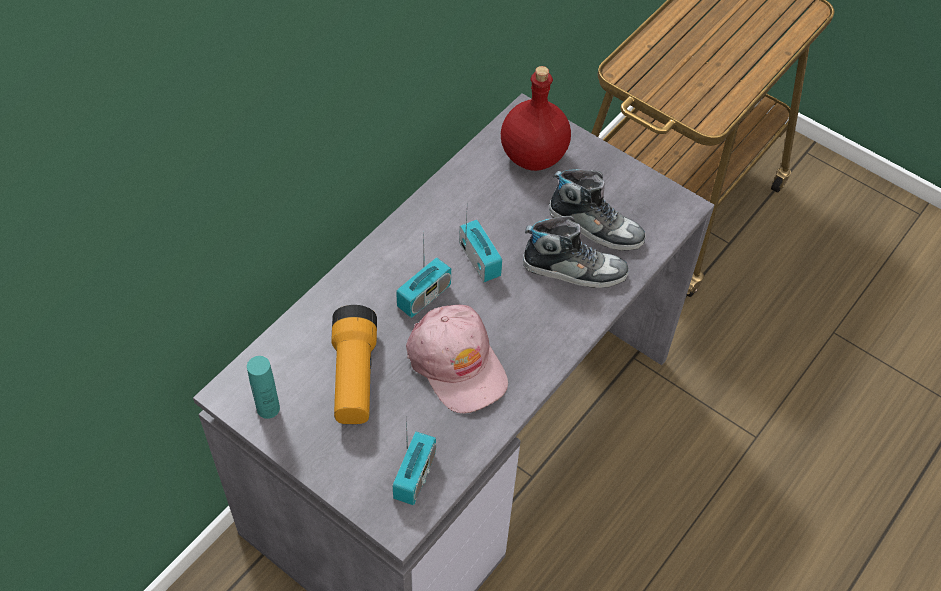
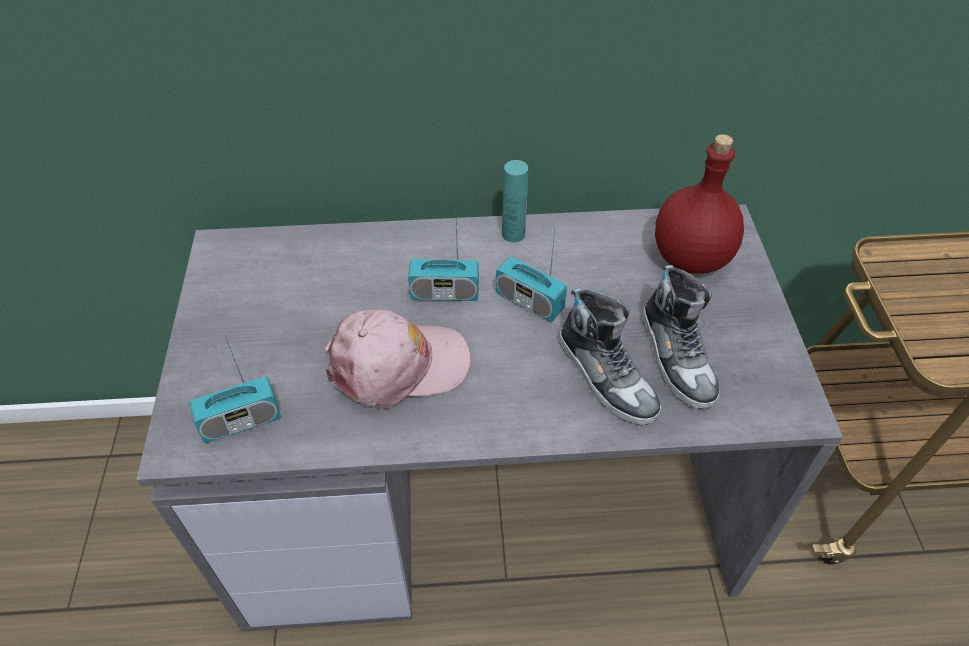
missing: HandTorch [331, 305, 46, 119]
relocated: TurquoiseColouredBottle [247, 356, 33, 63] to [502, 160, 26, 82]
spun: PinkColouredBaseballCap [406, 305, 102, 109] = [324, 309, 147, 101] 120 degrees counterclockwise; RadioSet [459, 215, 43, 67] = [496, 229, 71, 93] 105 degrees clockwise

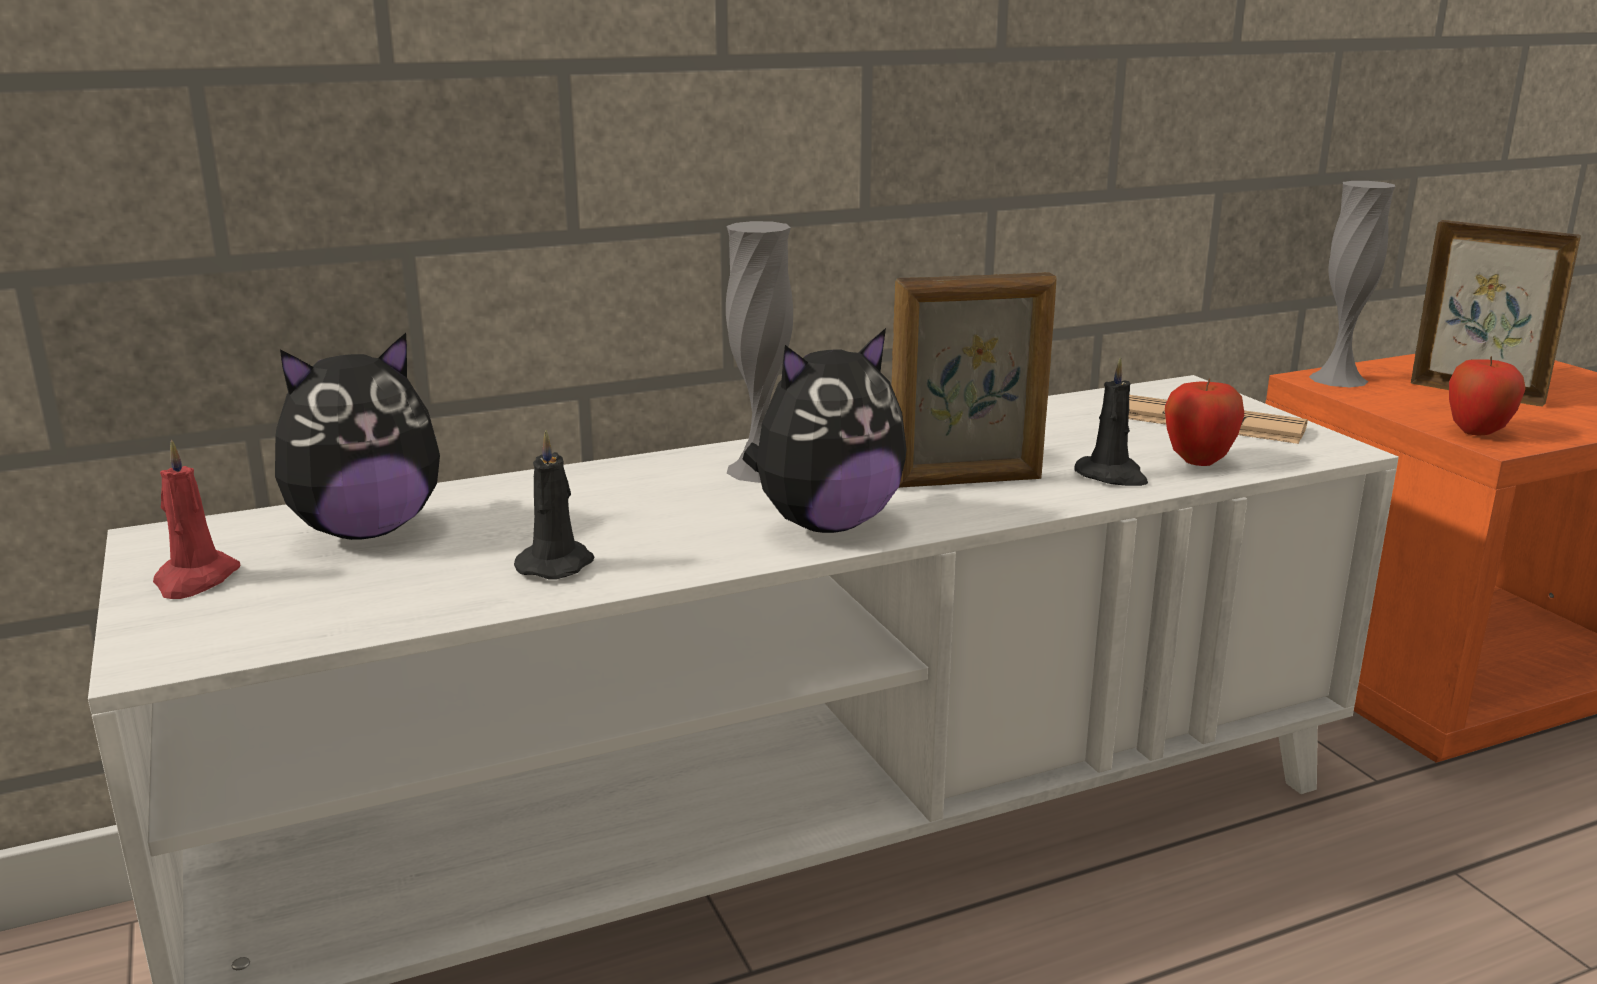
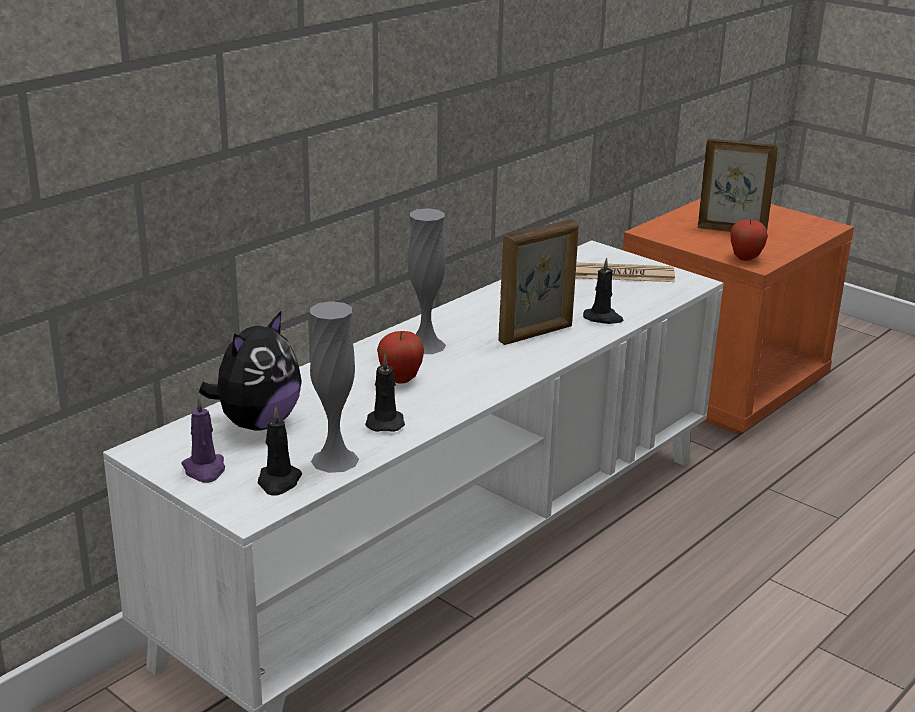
missing: CuddlyToy [742, 328, 165, 205]
appeared: BlackishWaxCandle [258, 407, 44, 88]
relocated: GrayVase [1309, 181, 86, 206] to [310, 301, 49, 172]; AppleFruit [1165, 378, 79, 88] to [377, 331, 47, 53]
colour: RedColouredWaxCandle [153, 440, 87, 159] to PurplishWaxCandle [181, 396, 44, 87]

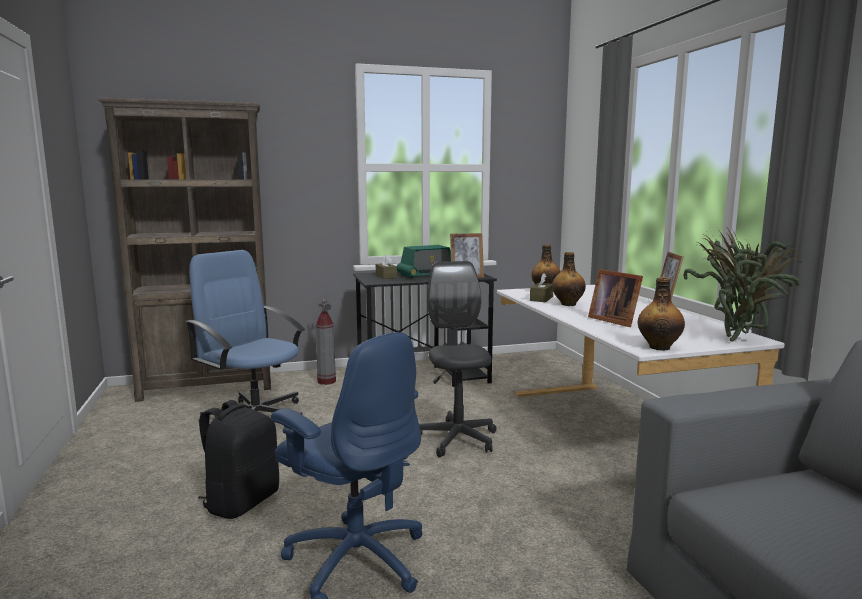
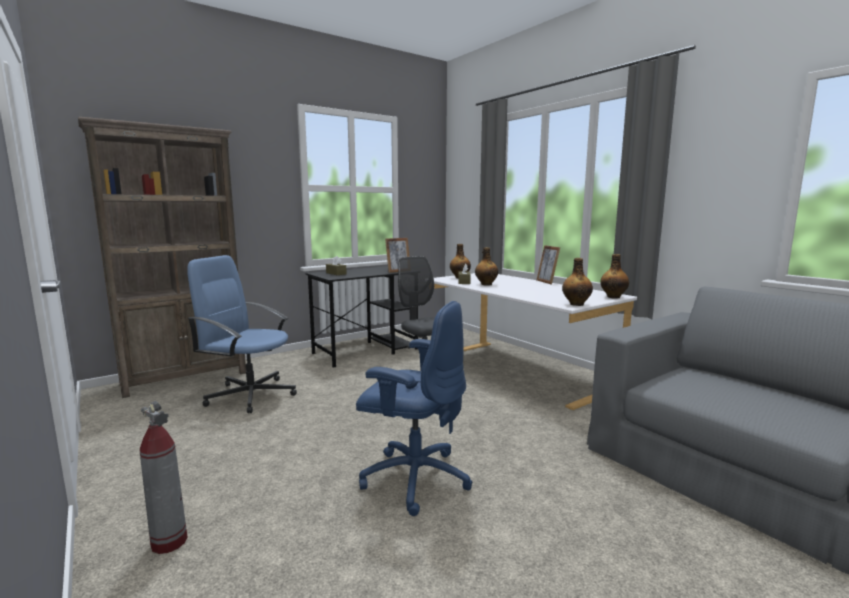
missing: BlackishRucksack [198, 400, 81, 119]; RadioSet [397, 245, 54, 34]; PictureFrame [588, 269, 55, 58]
relocated: FireExtinguisher [316, 299, 20, 86] to [139, 401, 49, 153]
exchanged: PottedPlant [683, 226, 119, 116] to Bottle [600, 254, 29, 44]

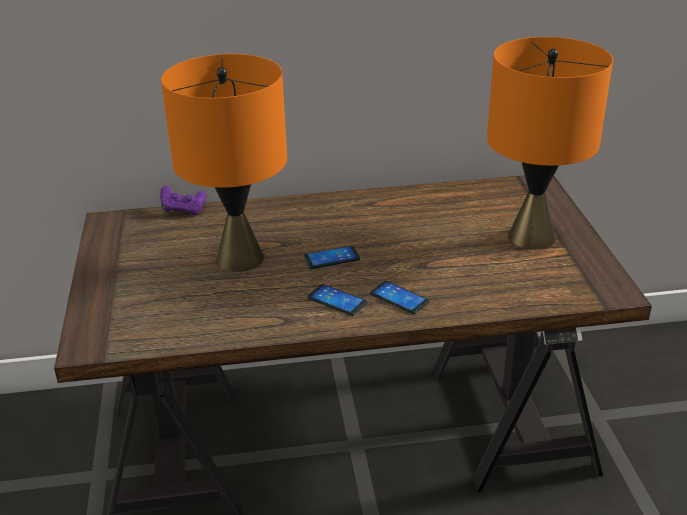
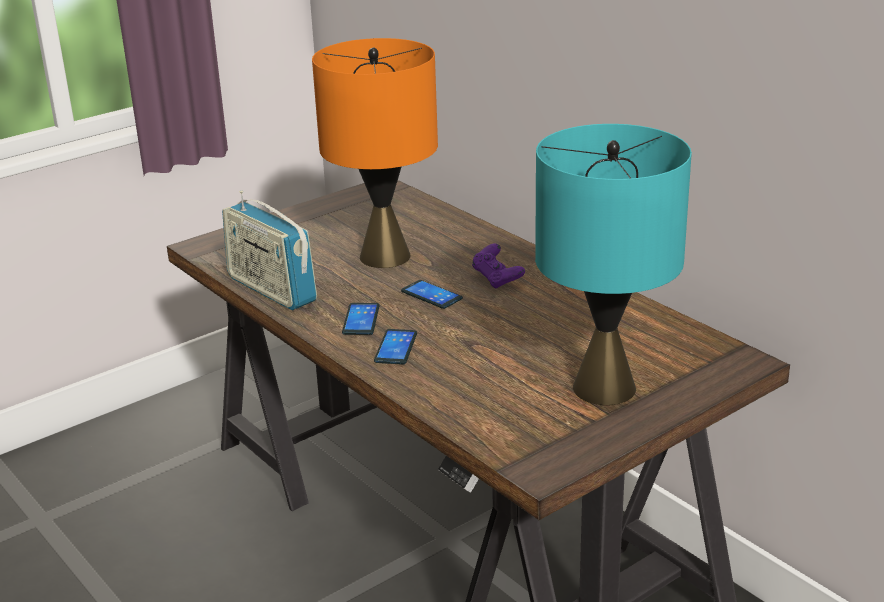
appeared: RadioSet [222, 190, 95, 120]
relocated: PurplishGameController [160, 186, 46, 29] to [472, 243, 53, 45]
colour: OrangeColouredLampForATable [487, 37, 126, 213] to TurquoiseColouredLampForATable [535, 124, 157, 281]

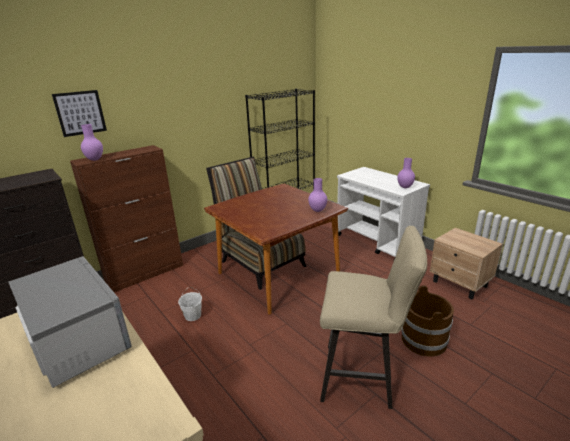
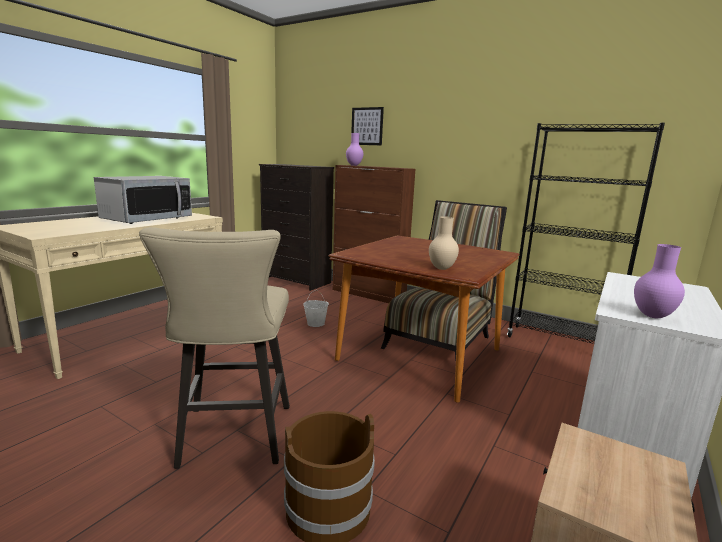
colour: PurplishVase [308, 178, 19, 34] to BeigeColouredVase [429, 216, 30, 54]

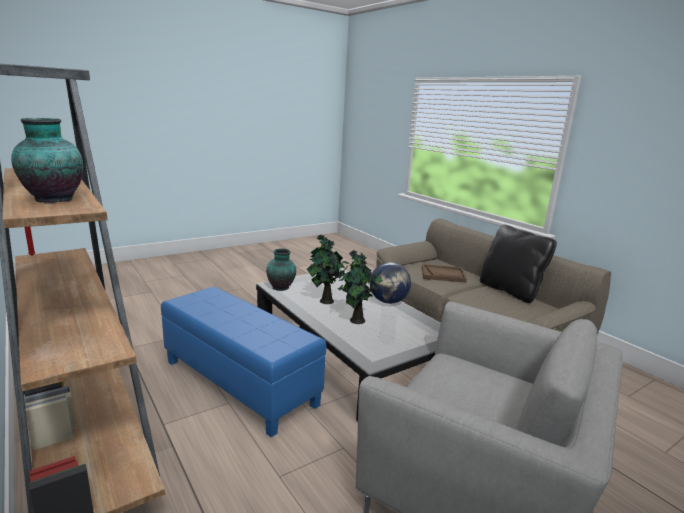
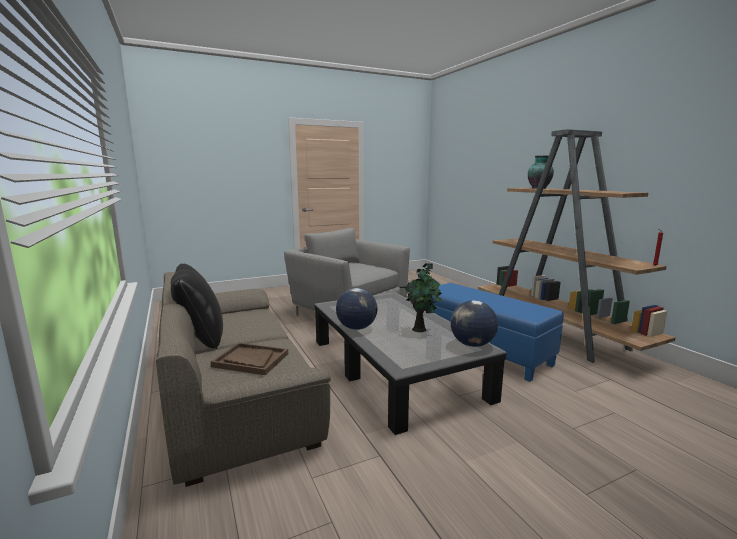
missing: PottedPlant [337, 250, 46, 74]
exchanged: Vase [266, 248, 30, 43] to WorldGlobe [451, 300, 47, 47]

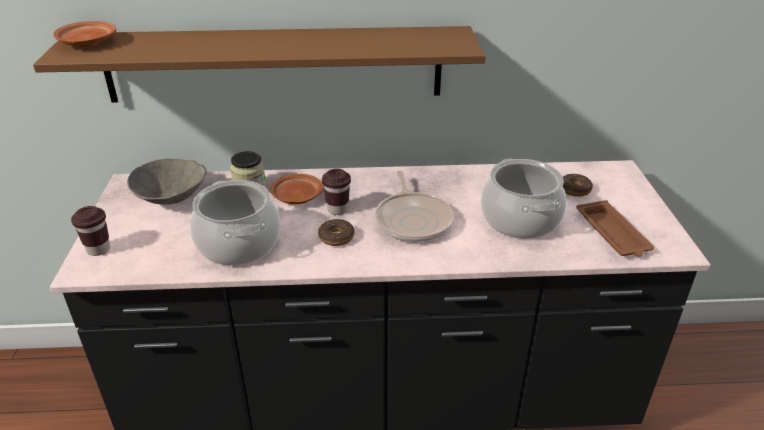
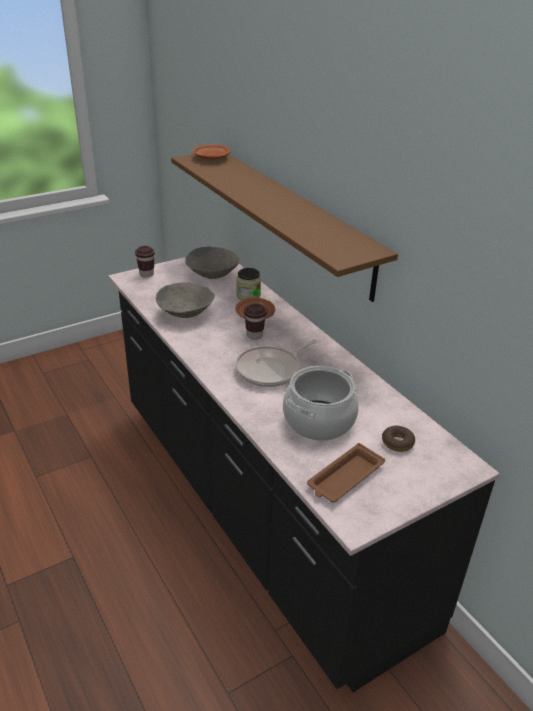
missing: Doughnut [318, 219, 36, 27]
exchanged: Saucepot [190, 180, 90, 85] to GrayBowl [156, 283, 59, 35]

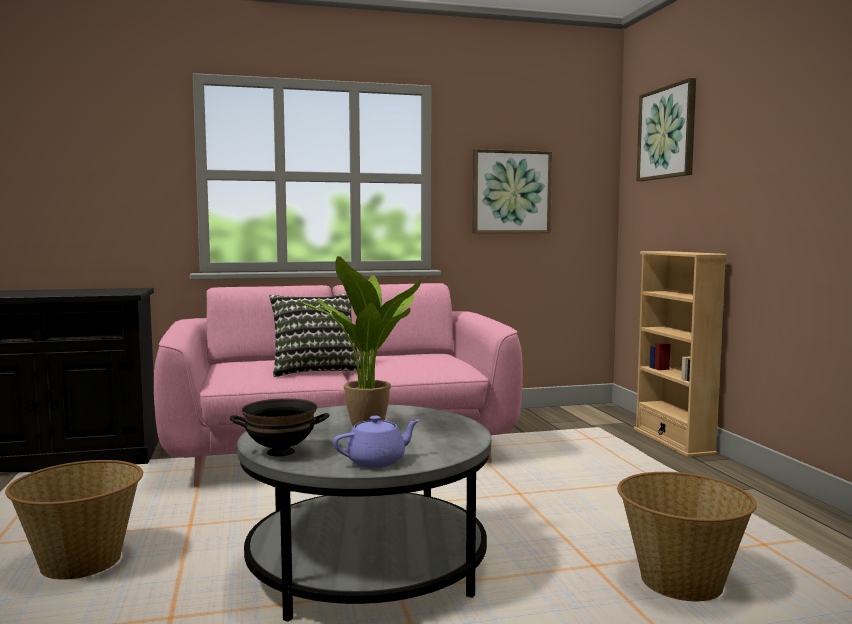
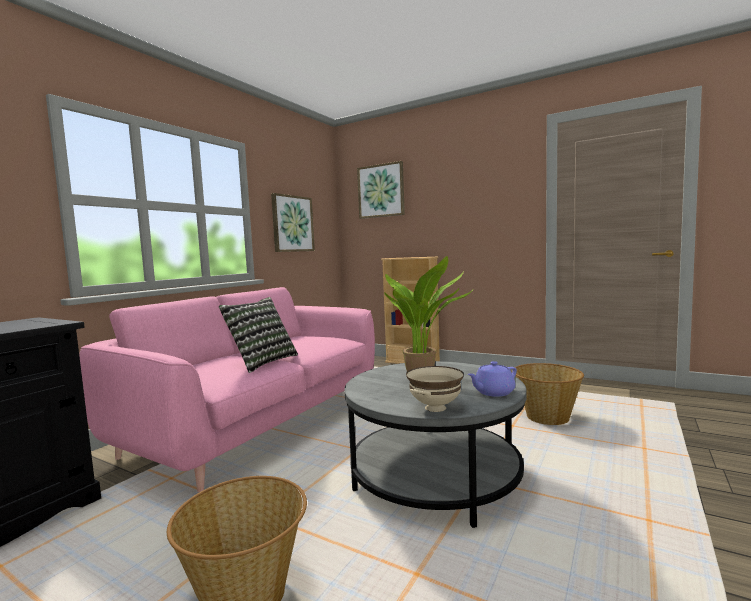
colour: BlackishBowl [230, 398, 100, 59] to BeigeColouredBowl [406, 366, 58, 46]
spun: PurplishPotForTea [333, 416, 87, 52] = [468, 361, 49, 36] 135 degrees counterclockwise

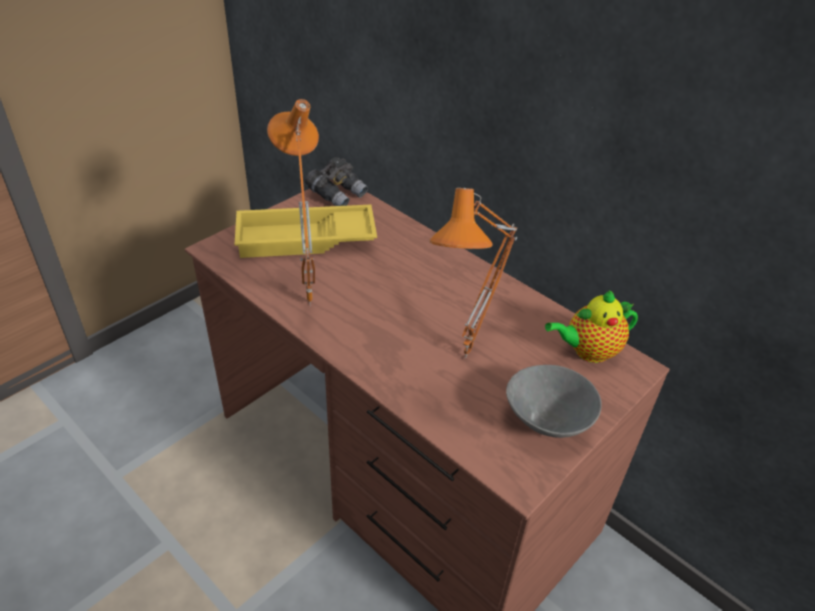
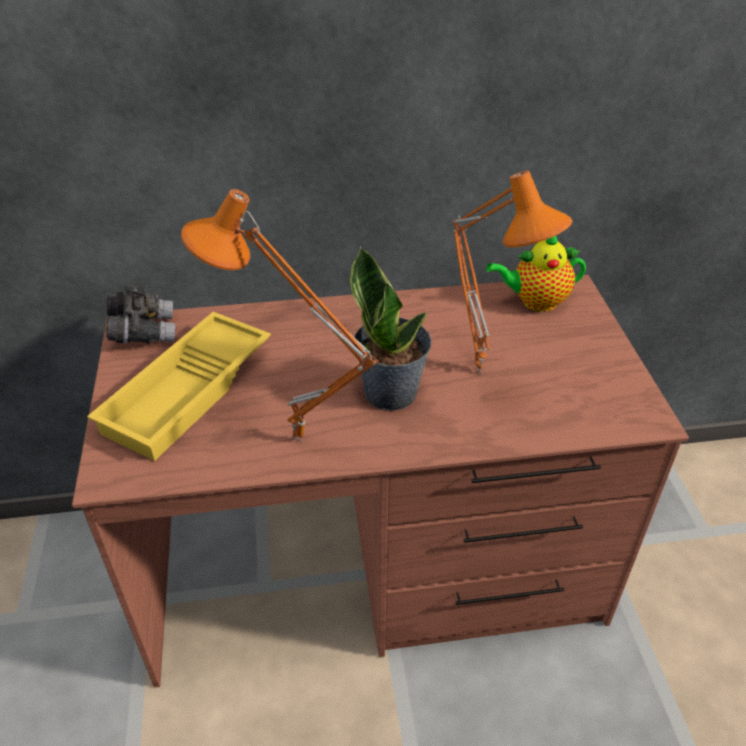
missing: GrayBowl [506, 365, 96, 73]
appeared: PottedPlant [350, 246, 81, 165]
spun: PotForTea [545, 290, 93, 73] = [486, 236, 100, 76] 60 degrees clockwise

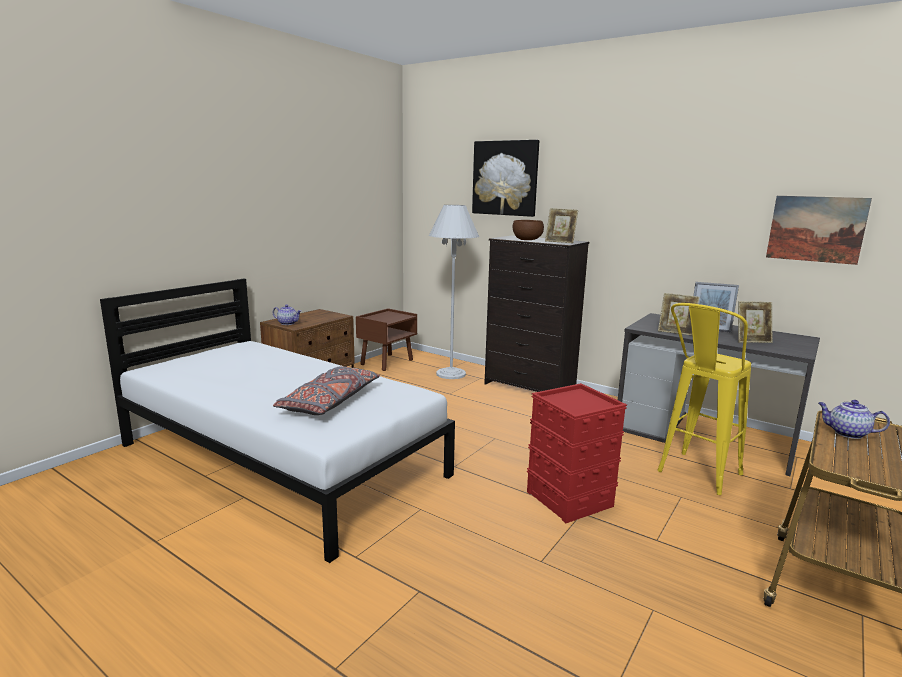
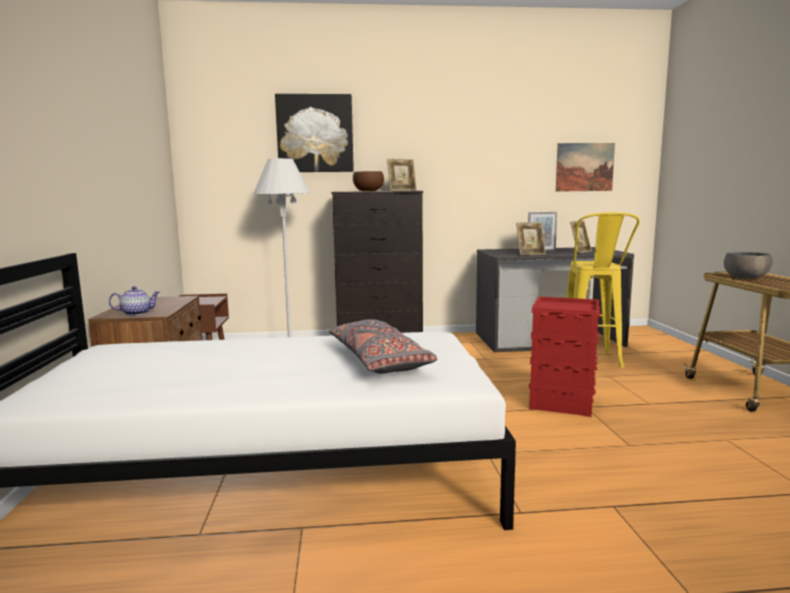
exchanged: PotForTea [818, 400, 72, 39] to GrayBowl [724, 252, 49, 27]

